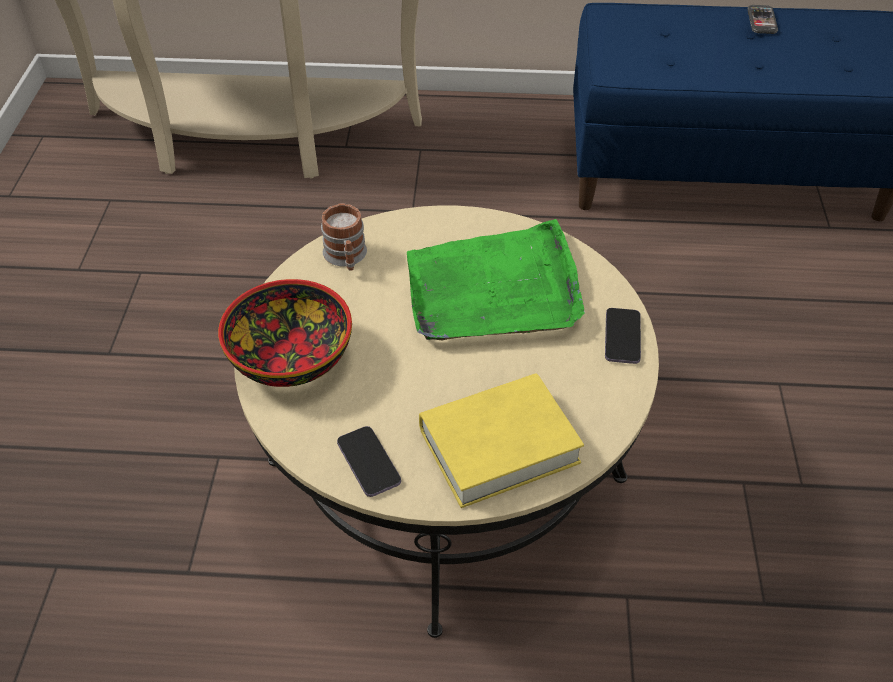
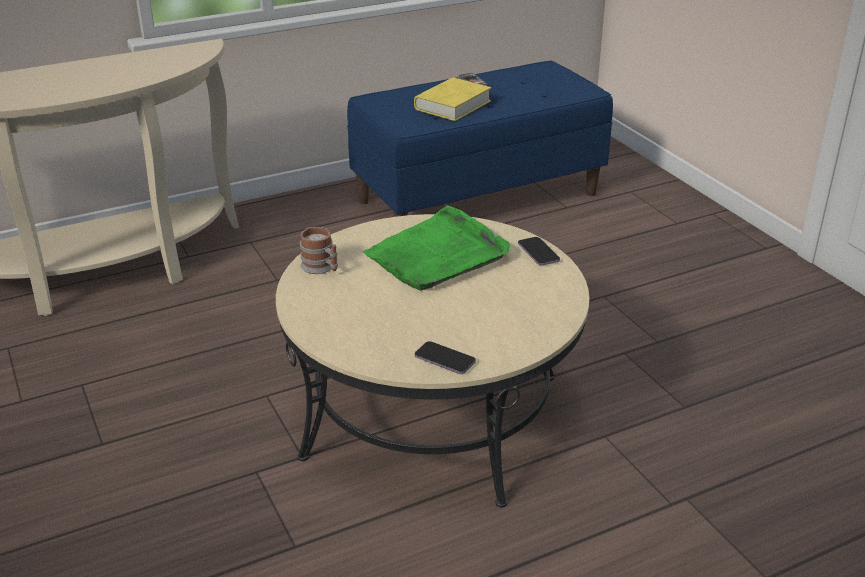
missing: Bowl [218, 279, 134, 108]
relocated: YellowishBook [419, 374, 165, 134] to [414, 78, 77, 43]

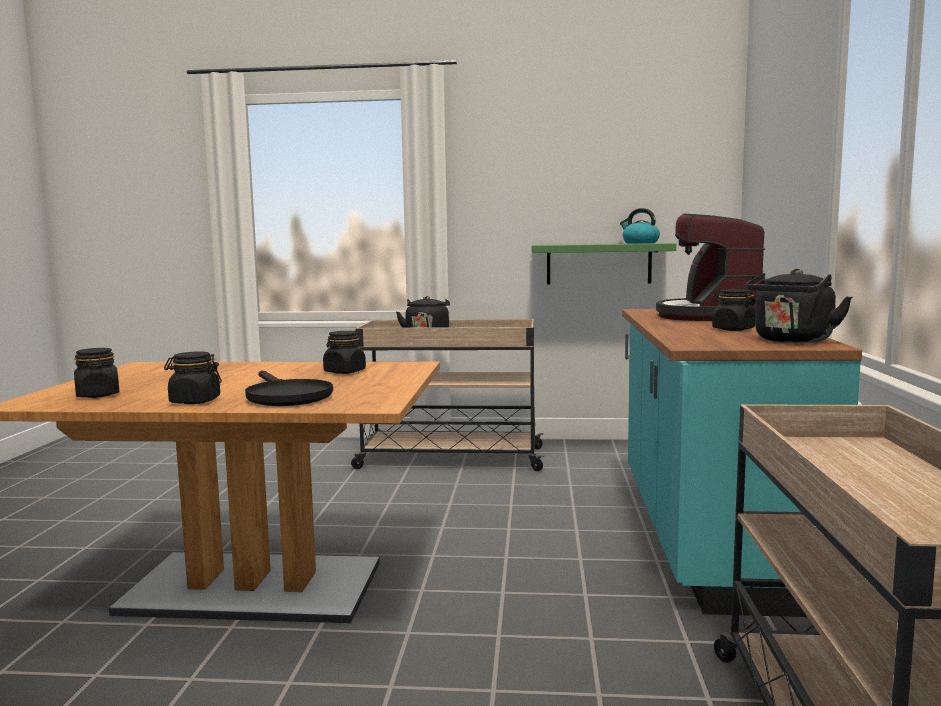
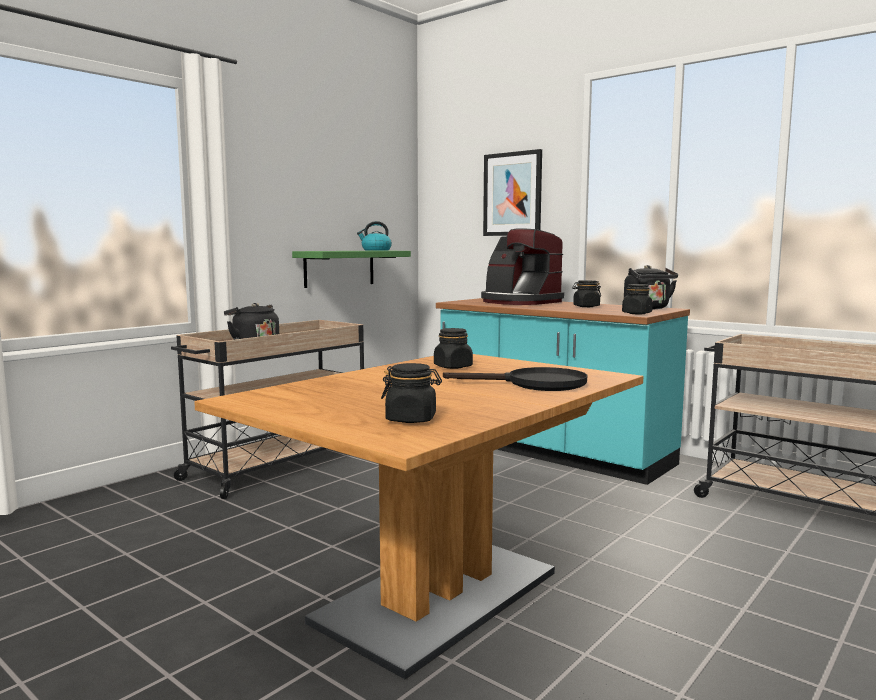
appeared: WallArt [483, 149, 59, 87]
relocated: BlackishPreserveJar [164, 352, 58, 52] to [622, 284, 31, 30]

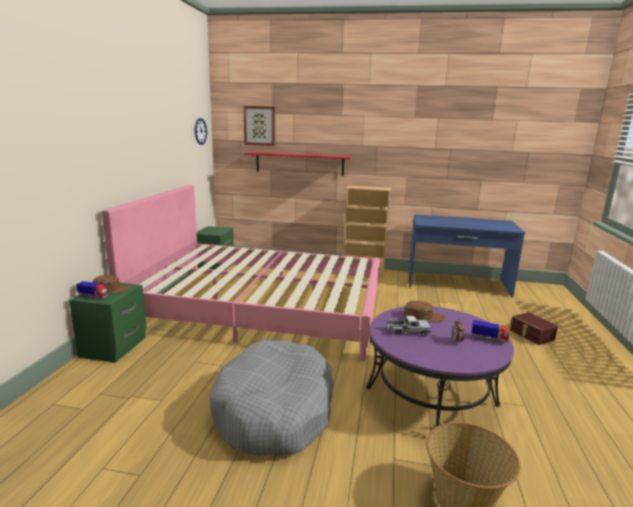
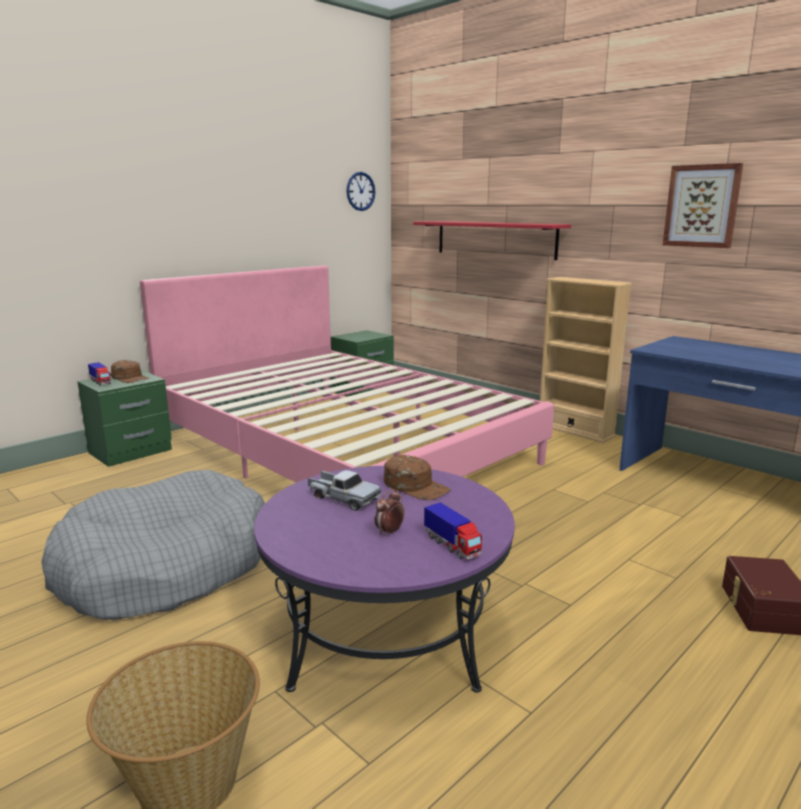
relocated: WallArt [244, 106, 31, 40] to [663, 163, 80, 85]

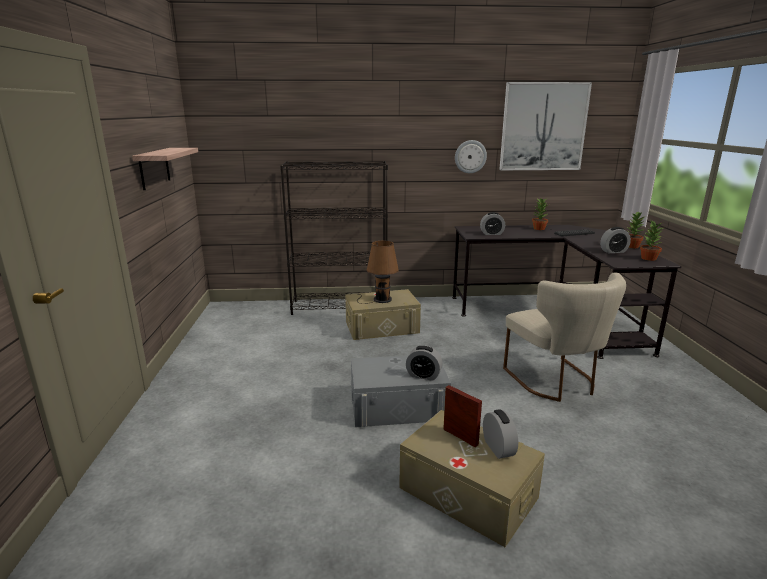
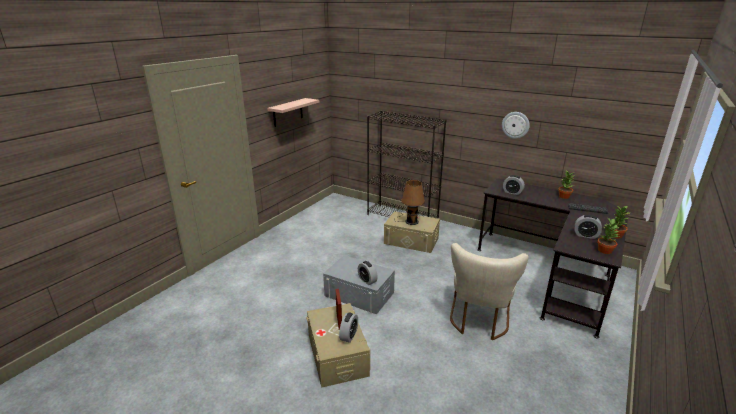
missing: WallArt [499, 82, 93, 88]

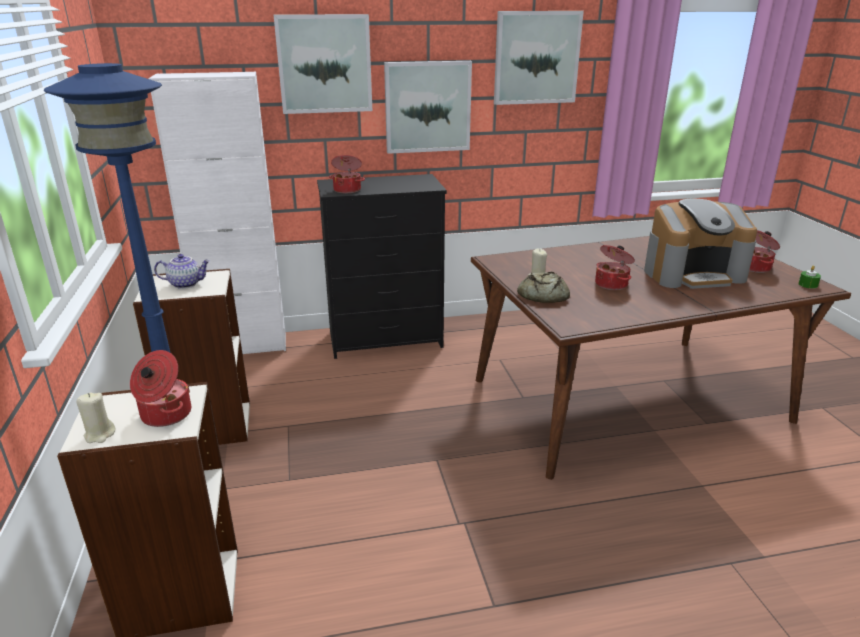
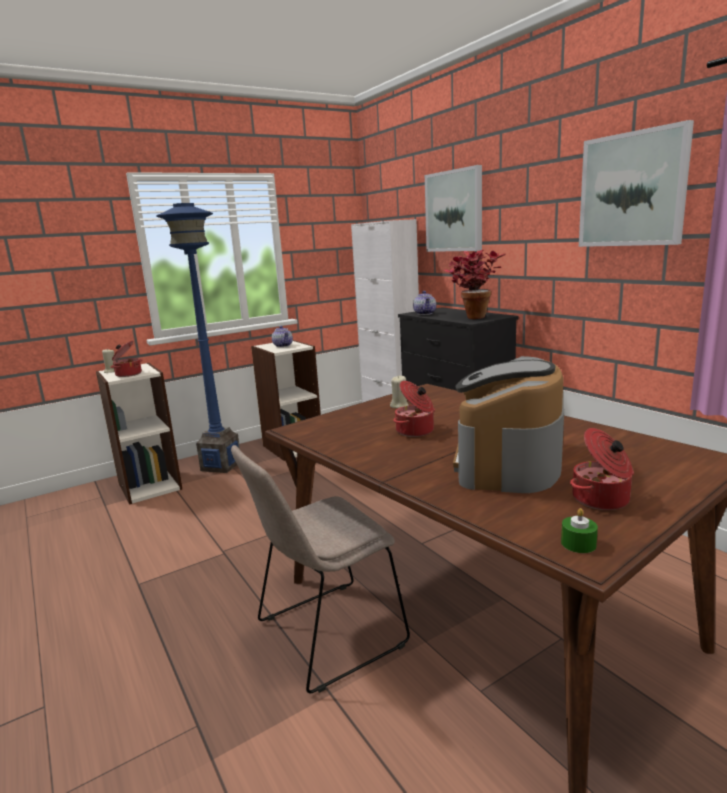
missing: WallArt [384, 61, 88, 93]; BakeryBread [517, 272, 53, 31]
appeared: BeigeColouredChair [231, 445, 179, 249]; PottedPlant [444, 250, 61, 69]
exchanged: Saucepot [329, 155, 36, 38] to PotForTea [413, 291, 23, 24]
spun: CoffeeMachine [644, 199, 113, 90] = [453, 356, 111, 137] 45 degrees clockwise

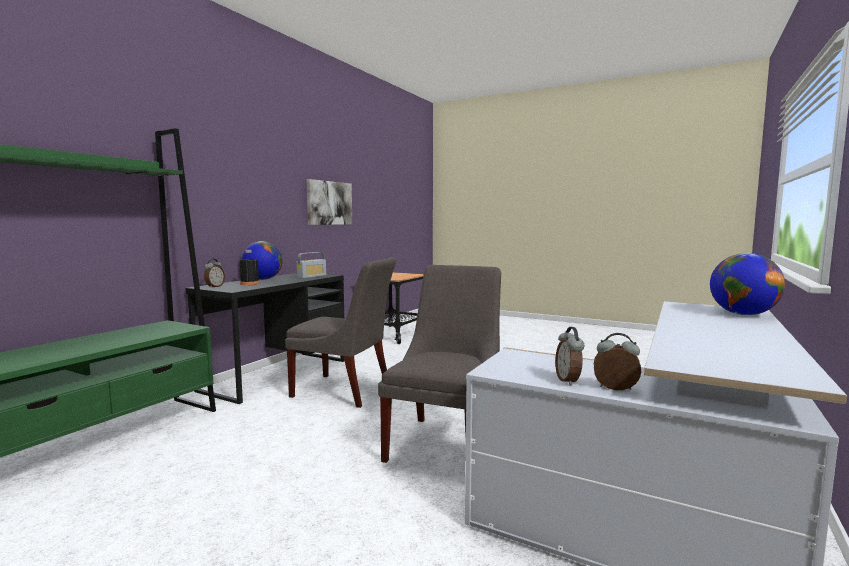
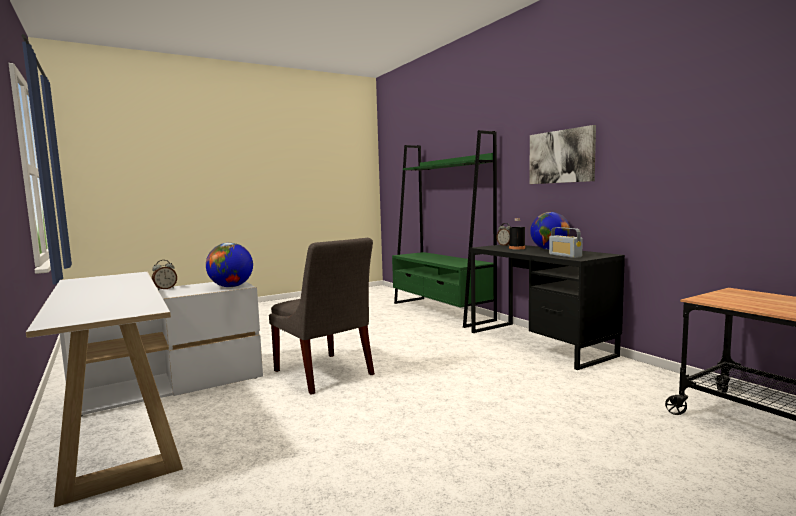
missing: GrayChair [285, 258, 111, 150]; TableClock [555, 327, 30, 59]
relocated: WorldGlobe [710, 253, 75, 62] to [206, 243, 47, 44]; WallArt [306, 179, 46, 46] to [529, 125, 67, 59]

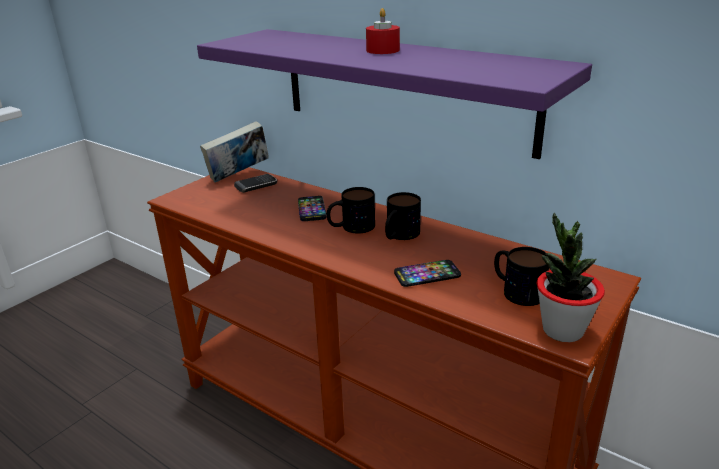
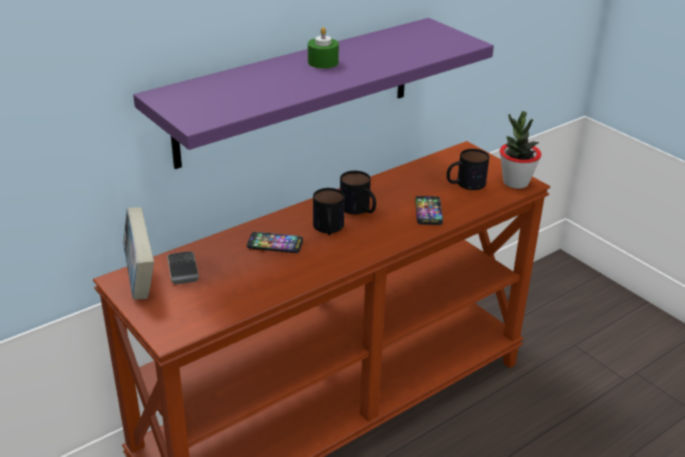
colour: RedColouredWaxCandle [366, 8, 34, 46] to GreenishWaxCandle [308, 27, 31, 42]

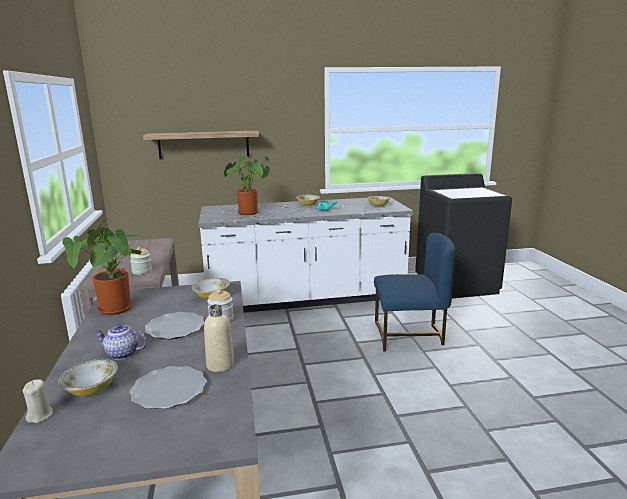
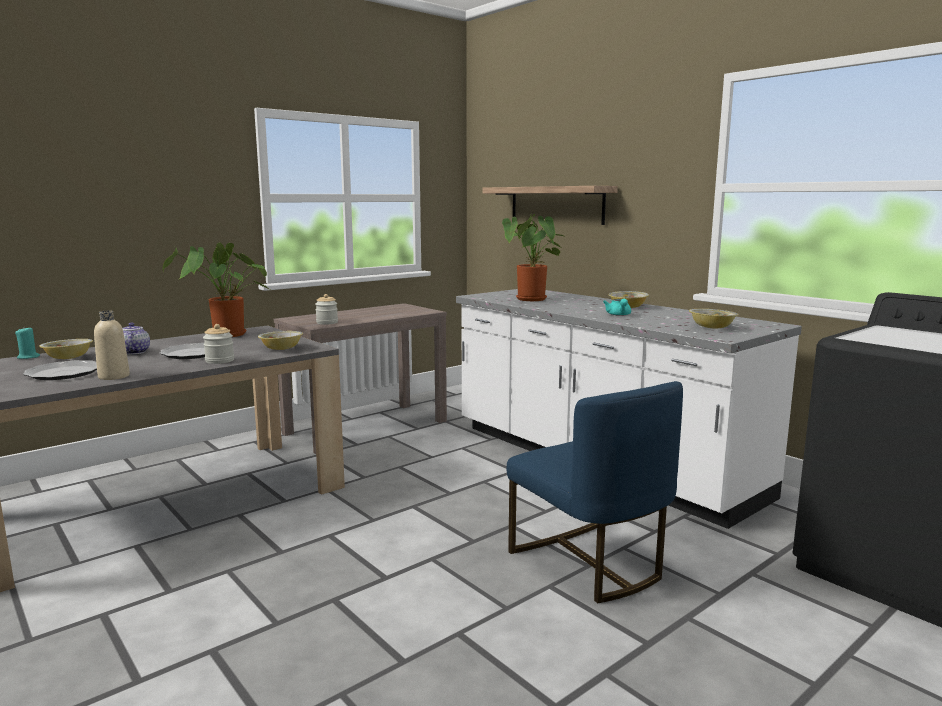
colour: BeigeColouredWaxCandle [23, 379, 30, 44] to TurquoiseColouredWaxCandle [15, 328, 25, 31]

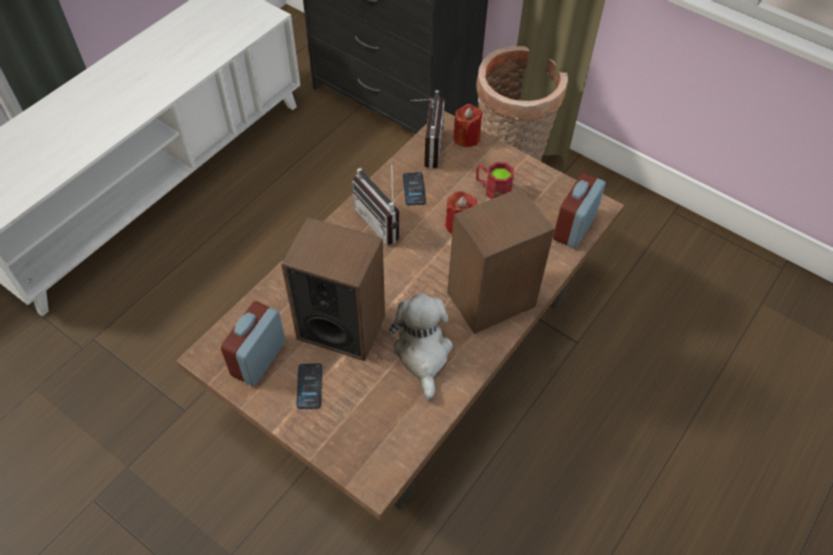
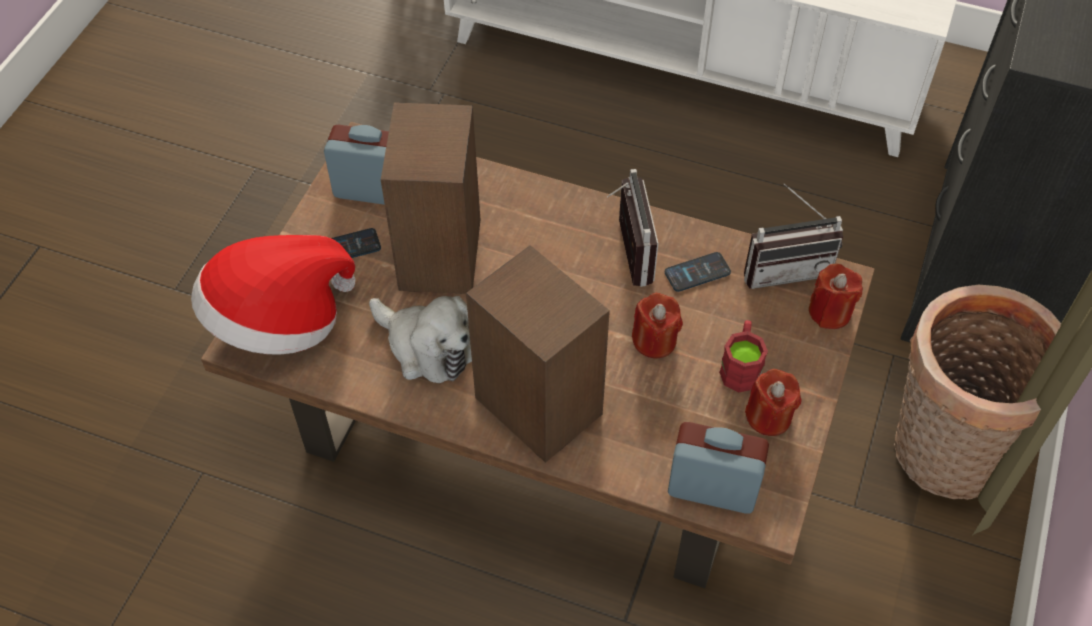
appeared: Hat [191, 235, 165, 120]; RedColouredWaxCandle [745, 369, 57, 67]
spun: CuddlyToy [388, 293, 65, 107] = [369, 296, 103, 87] 60 degrees clockwise; RadioSet [352, 161, 47, 84] = [607, 169, 51, 118] 135 degrees clockwise

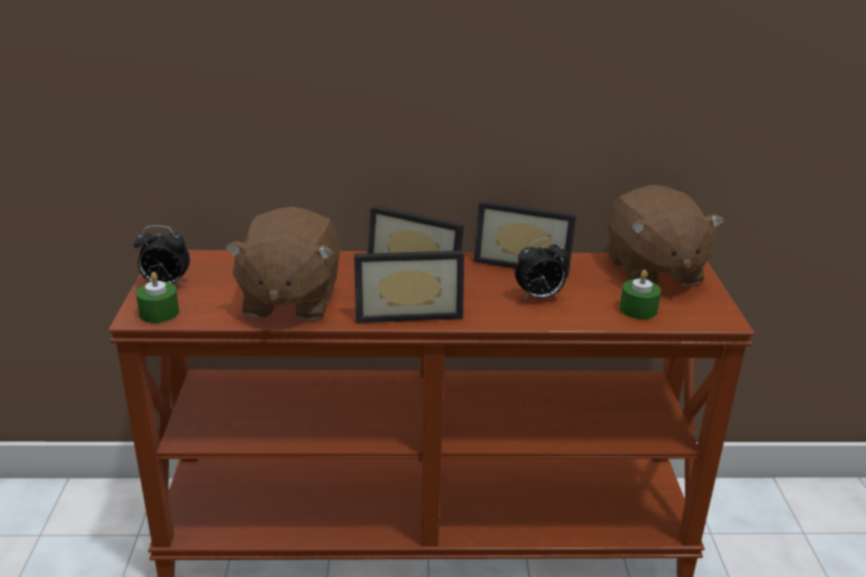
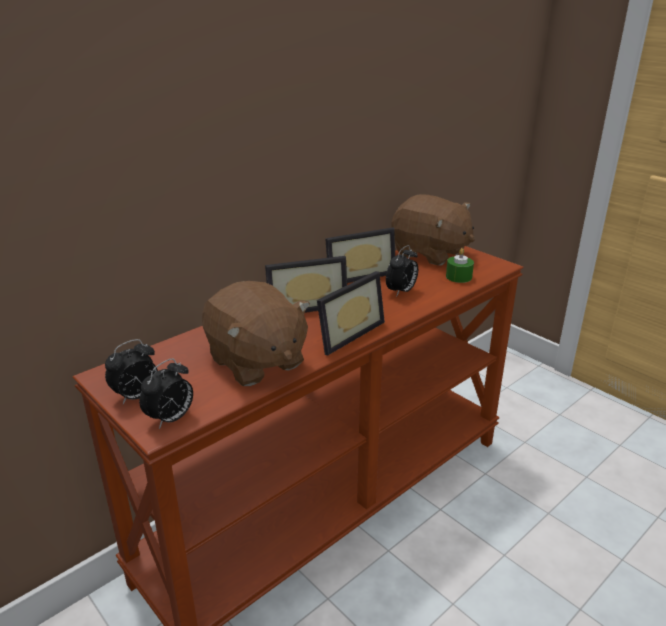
exchanged: GreenishWaxCandle [136, 272, 43, 51] to TableClock [139, 358, 54, 71]

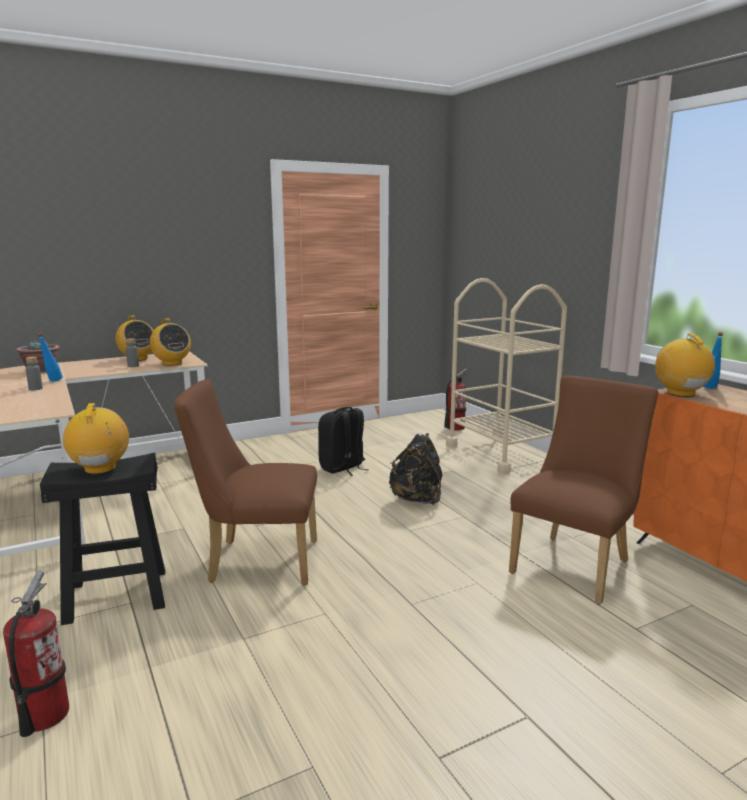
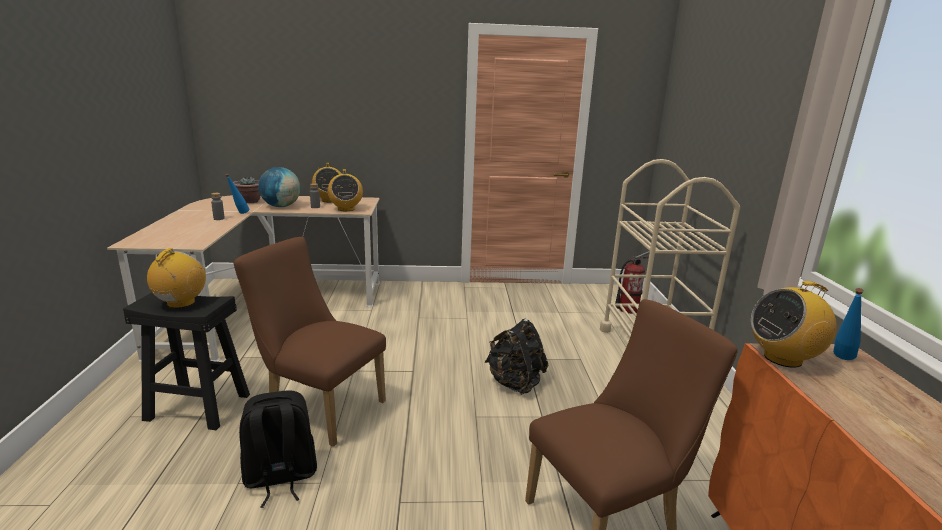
missing: FireExtinguisher [3, 570, 66, 167]
appeared: WorldGlobe [258, 167, 42, 40]
relocated: BlackishRucksack [318, 407, 50, 69] to [239, 390, 78, 118]
spun: RadioSet [655, 333, 66, 64] = [751, 281, 86, 87] 120 degrees counterclockwise

